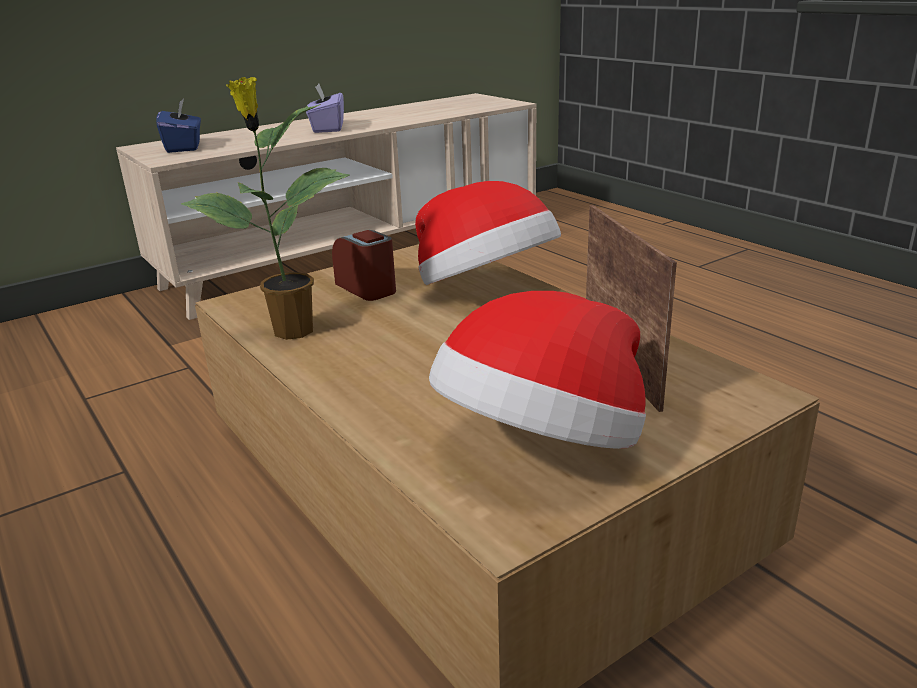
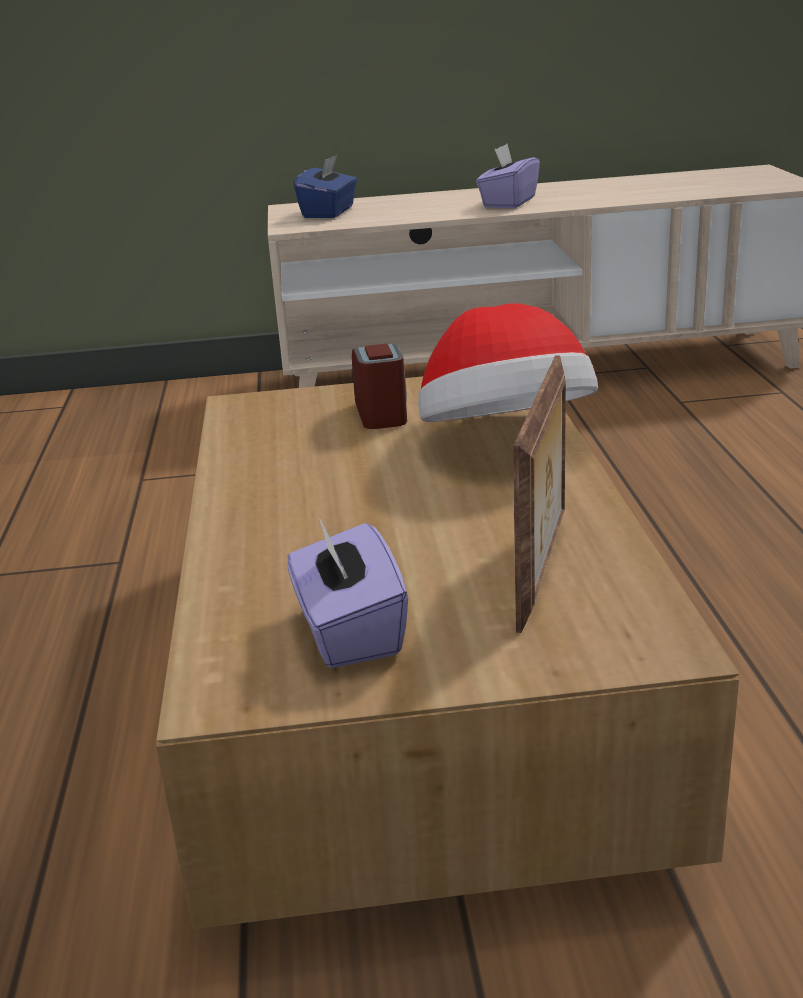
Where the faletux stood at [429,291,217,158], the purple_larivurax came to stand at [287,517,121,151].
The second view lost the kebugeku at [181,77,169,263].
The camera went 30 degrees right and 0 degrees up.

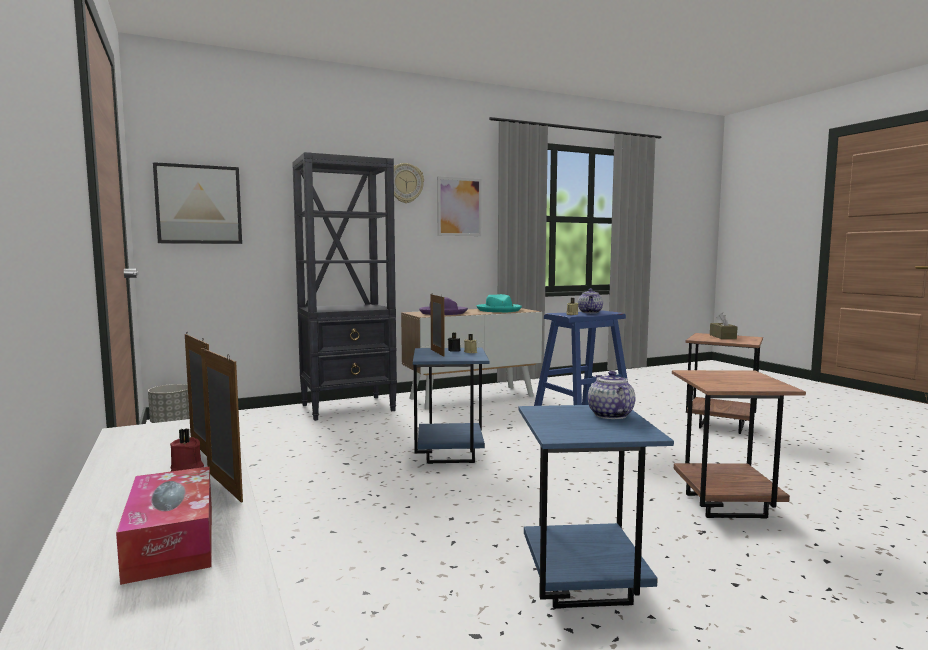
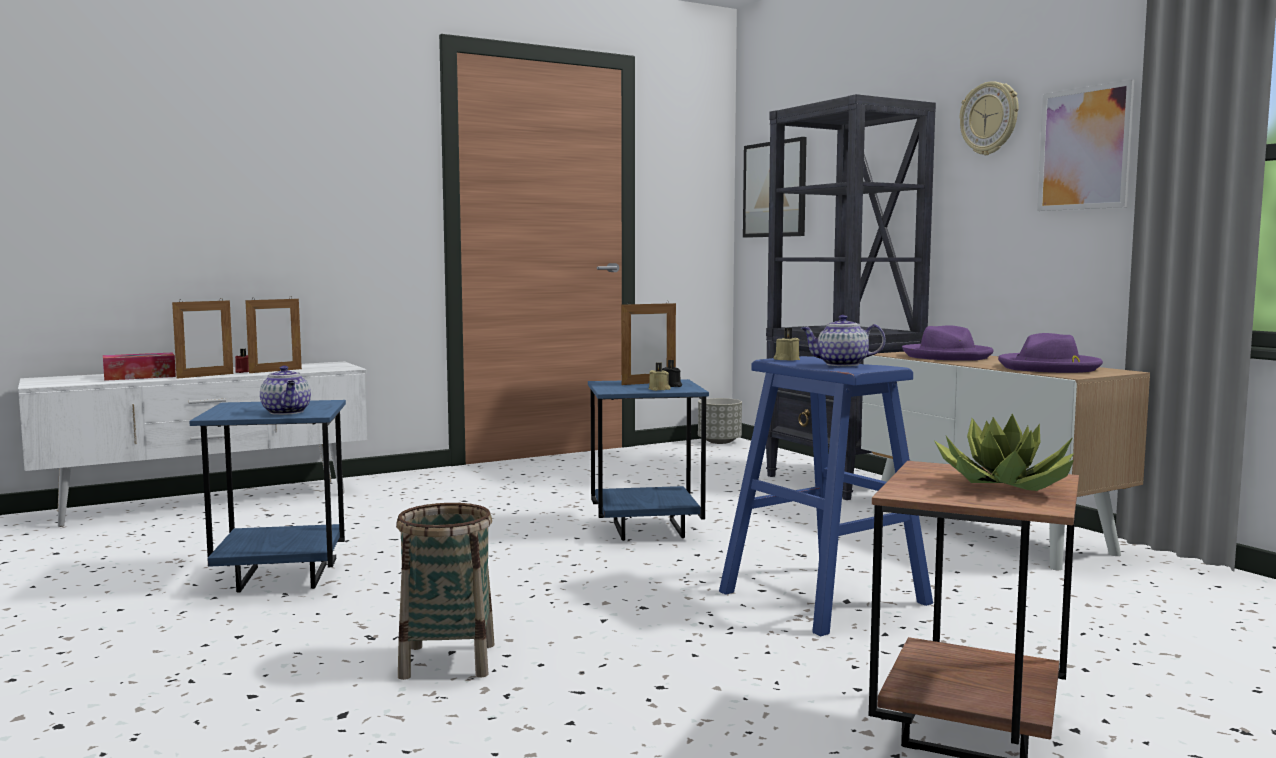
The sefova at [588,371,48,48] ended up facing another way, 75 degrees clockwise from before.
Where the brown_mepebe stood at [672,370,134,148], the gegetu came to stand at [396,503,98,177].
Where the brown_larivurax stood at [710,313,27,26], the kebugeku came to stand at [935,414,139,77].
What was the turquoise_faletux at [476,294,46,18] turned into the purple_faletux at [998,333,105,40].
The camera went 85 degrees right and 0 degrees up.

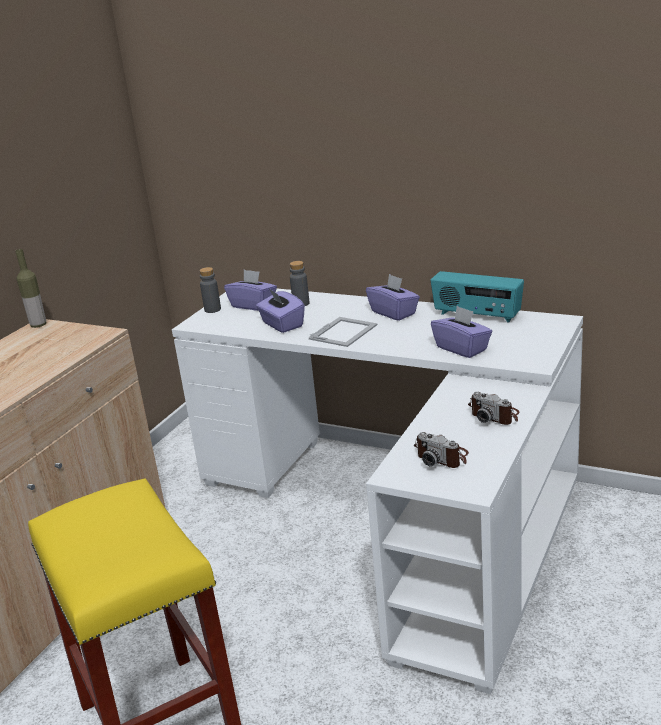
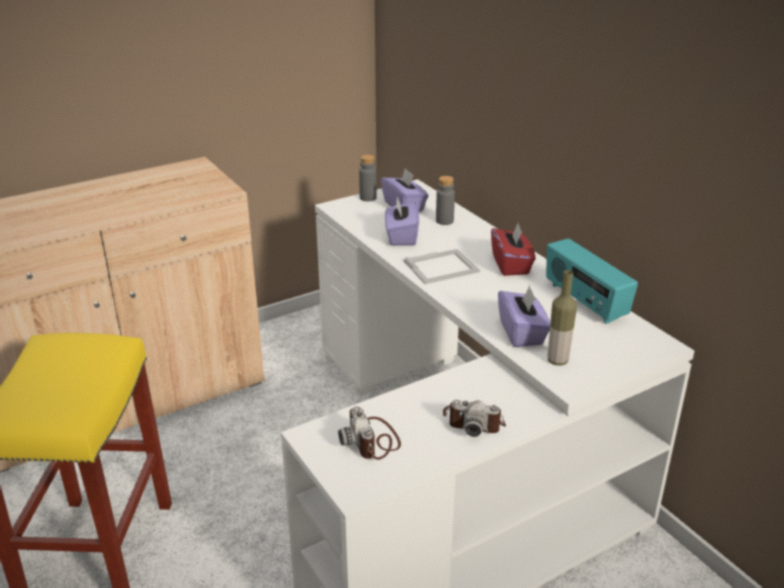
The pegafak at [468,392,52,33] ended up facing another way, 60 degrees counterclockwise from before.
What was the purple_larivurax at [366,274,54,47] turned into the red_larivurax at [491,224,45,52].
The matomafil ended up elsewhere, having gone from [16,249,30,79] to [548,270,29,96].
The camera went 30 degrees right and 5 degrees up.

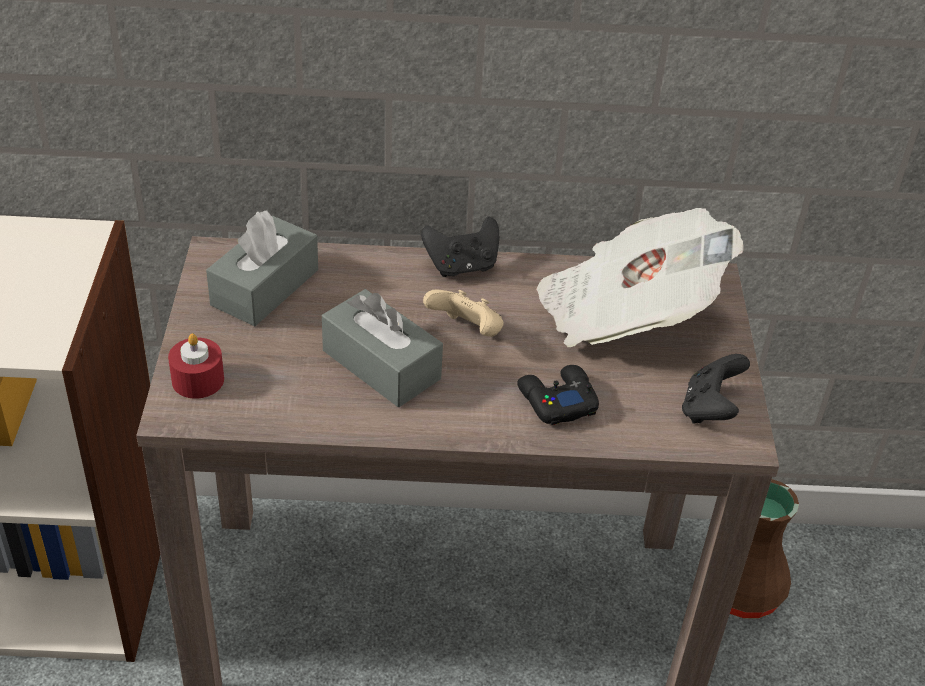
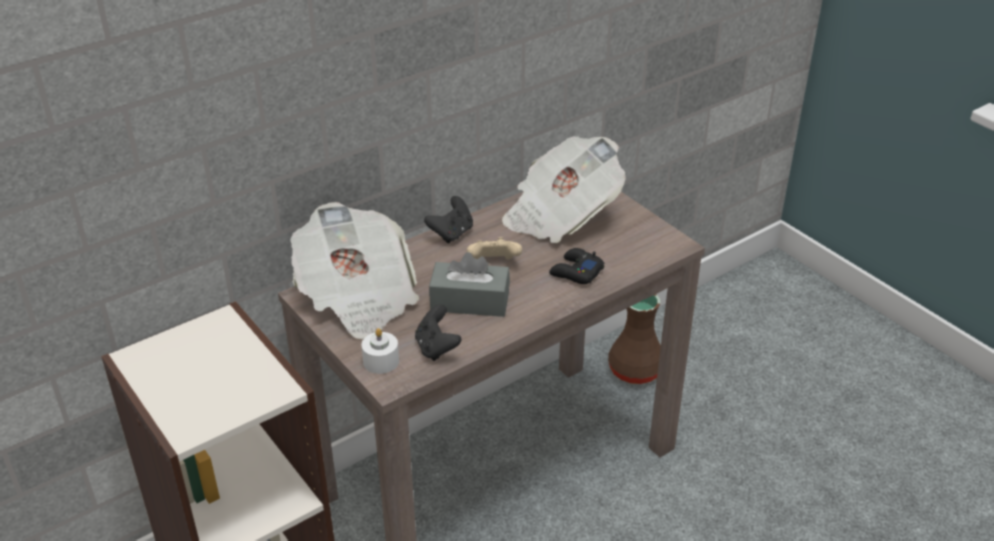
Where the grey_larivurax stood at [206,210,112,116], the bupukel came to stand at [290,202,129,137].
What was the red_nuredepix at [168,333,56,66] turned into the white_nuredepix at [362,328,37,46].
The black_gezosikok ended up elsewhere, having gone from [682,354,68,70] to [415,305,46,56].
The camera went 35 degrees left and 5 degrees down.

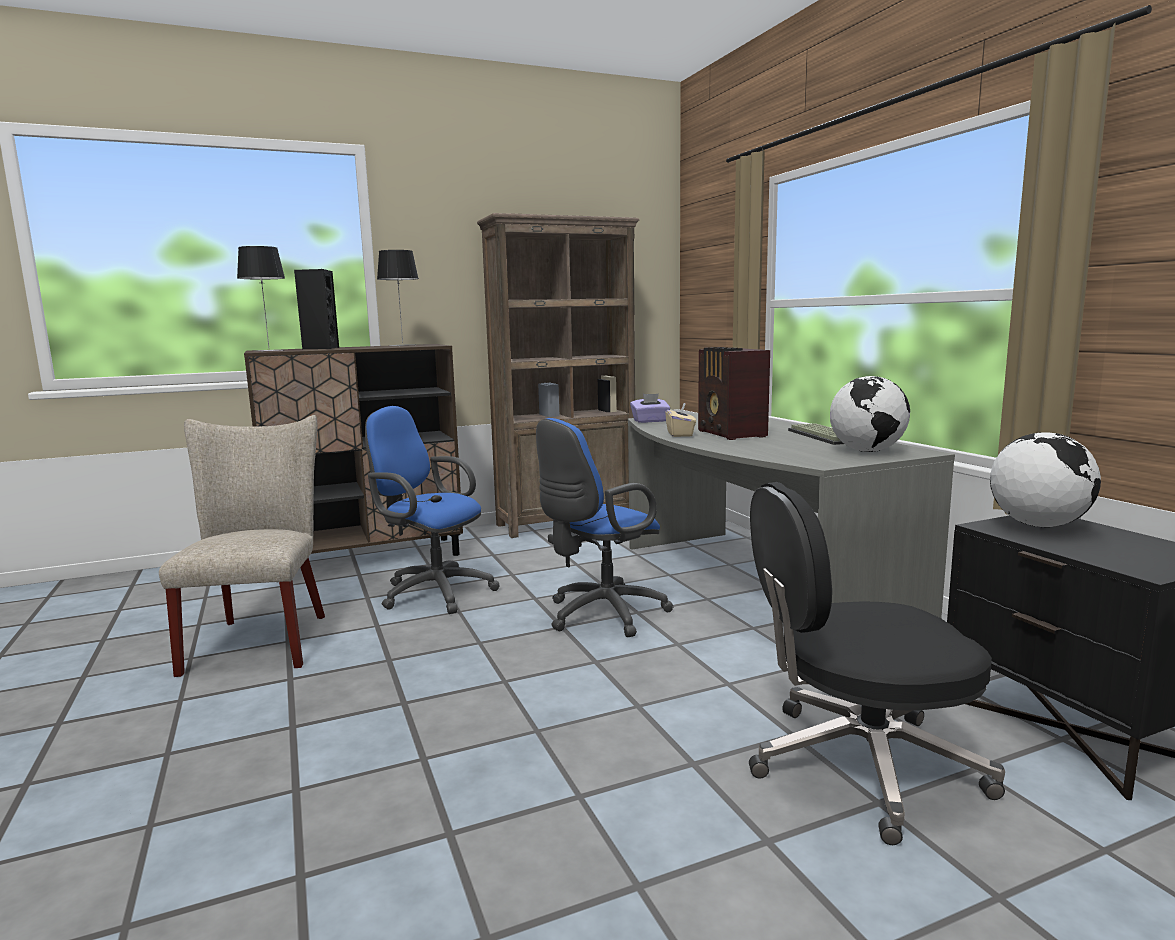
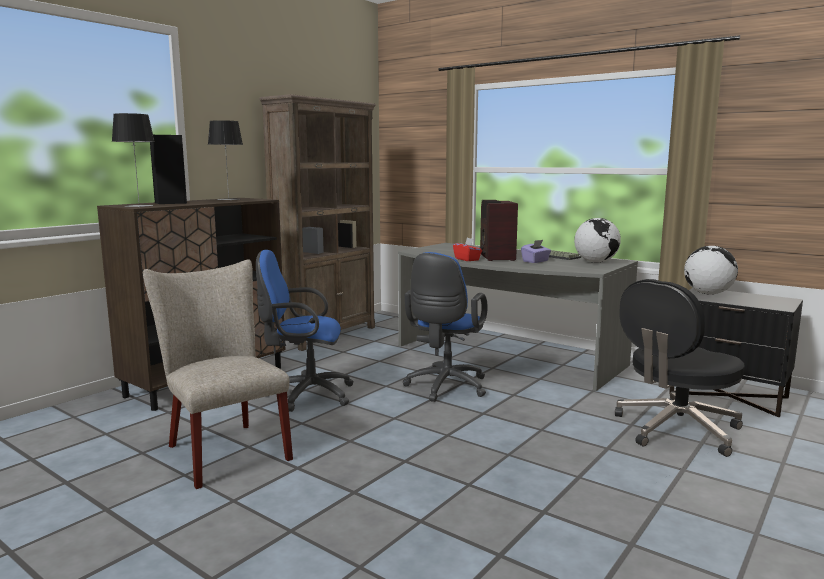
What was the beige_larivurax at [665,403,31,34] turned into the red_larivurax at [453,238,29,23].
The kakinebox at [698,347,72,93] ended up facing another way, 45 degrees clockwise from before.
The purple_larivurax ended up elsewhere, having gone from [630,393,40,30] to [521,240,30,23].
The camera went 30 degrees left and 0 degrees up.

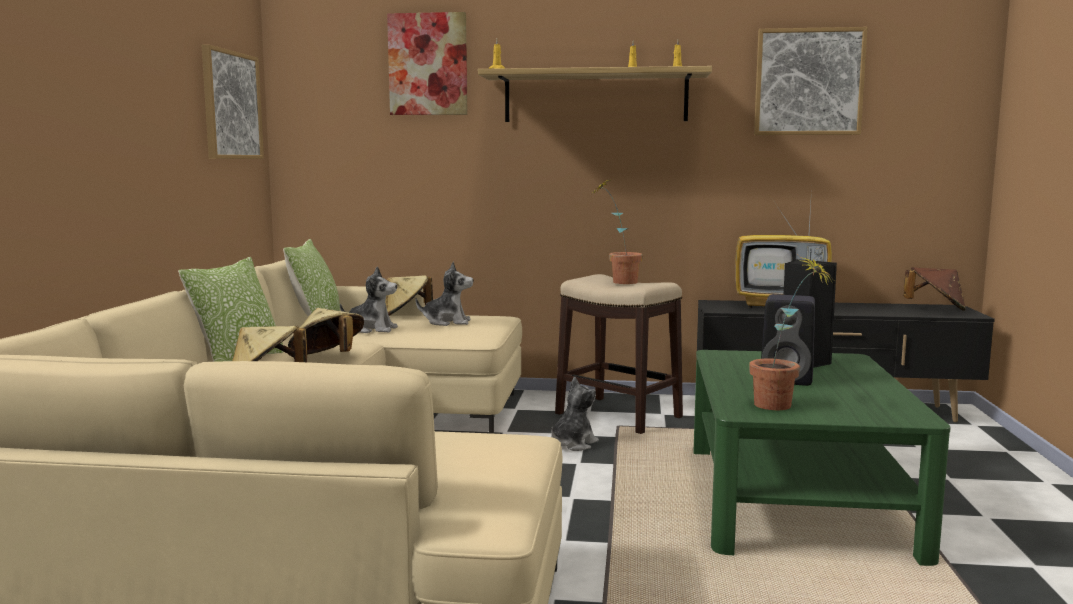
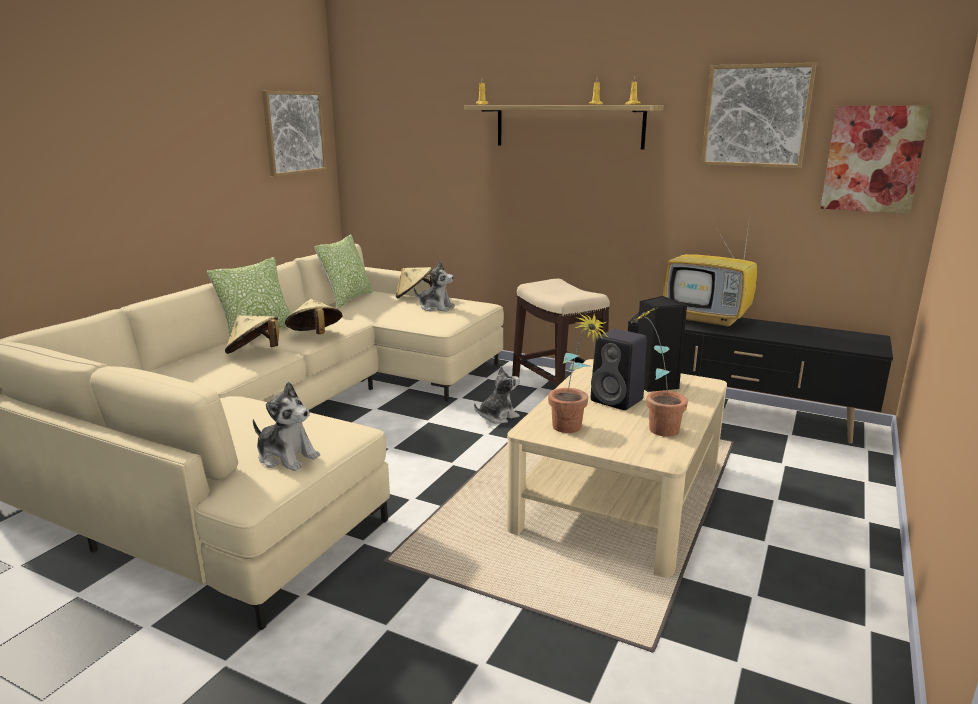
The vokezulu ended up elsewhere, having gone from [340,266,58,67] to [253,382,67,89].
What was the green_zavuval at [693,350,258,216] turned into the beige_zavuval at [507,359,220,218].
The kebugeku ended up elsewhere, having gone from [593,180,50,104] to [632,308,56,129].
The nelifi ended up elsewhere, having gone from [387,12,80,103] to [821,106,110,108].
The second view lost the brown_faletux at [903,267,63,44].
The camera went 20 degrees right and 10 degrees up.

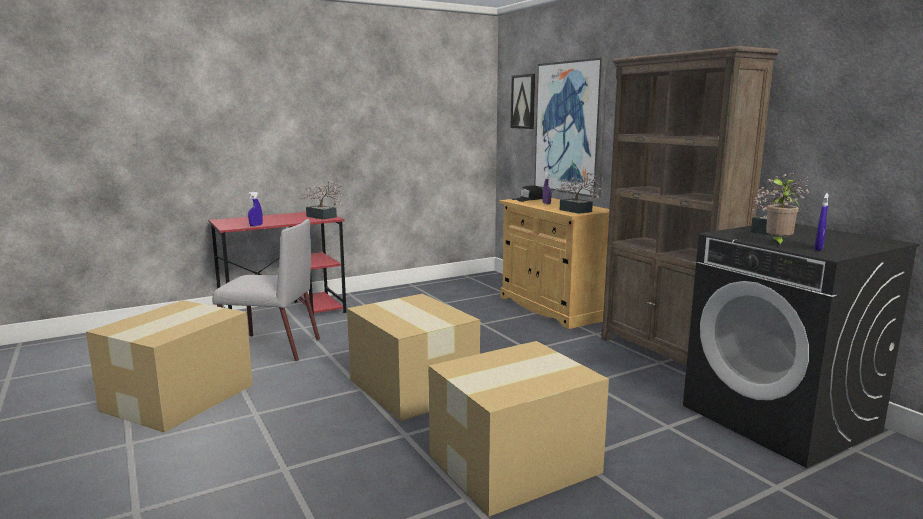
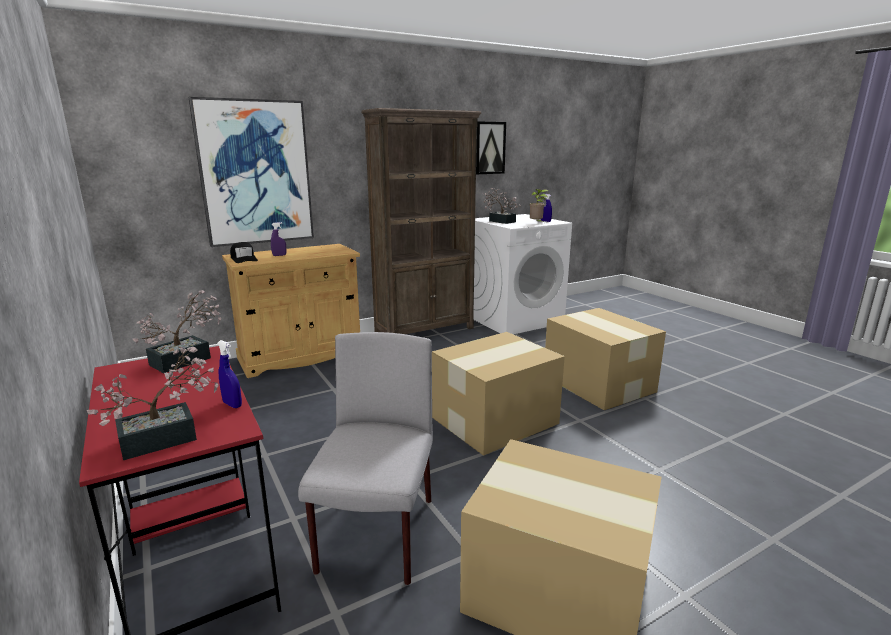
The kebugeku ended up elsewhere, having gone from [555,173,48,41] to [87,347,132,113].
What was the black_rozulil at [683,224,237,244] turned into the white_rozulil at [473,214,99,120].
The nelifi ended up elsewhere, having gone from [511,74,24,55] to [476,121,30,53].
The camera went 90 degrees left and 5 degrees up.

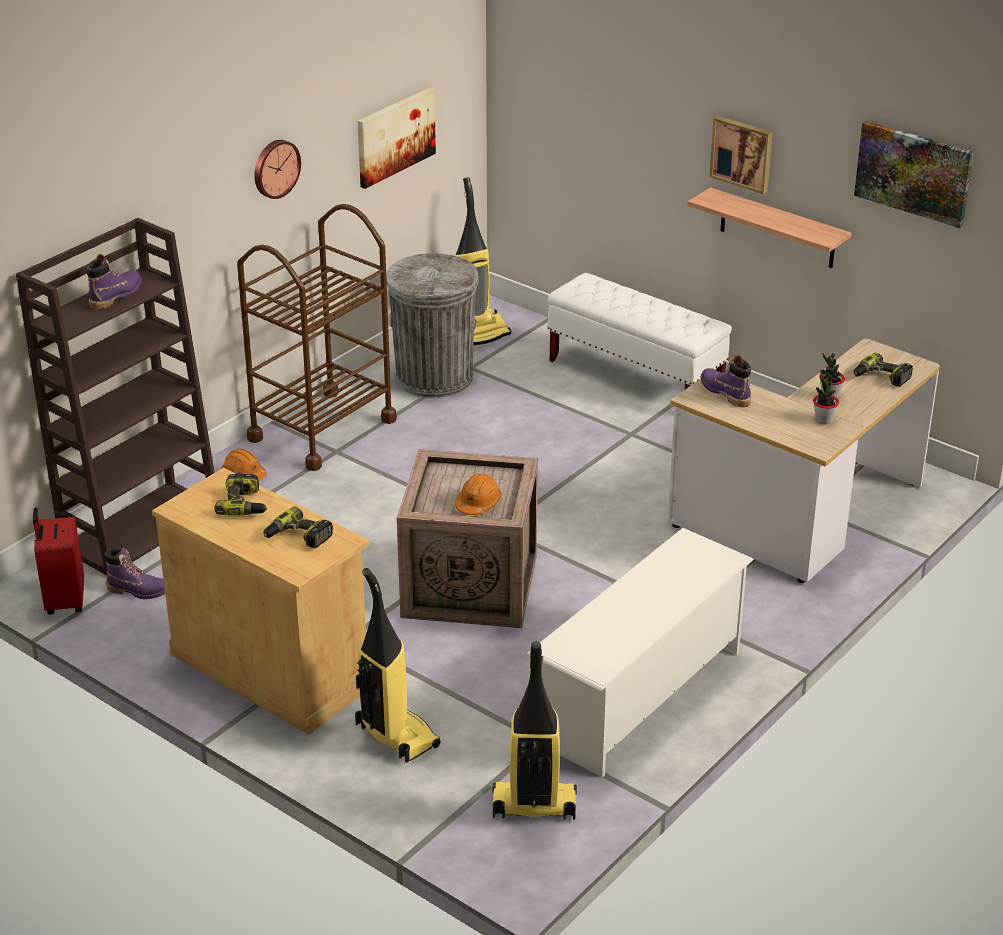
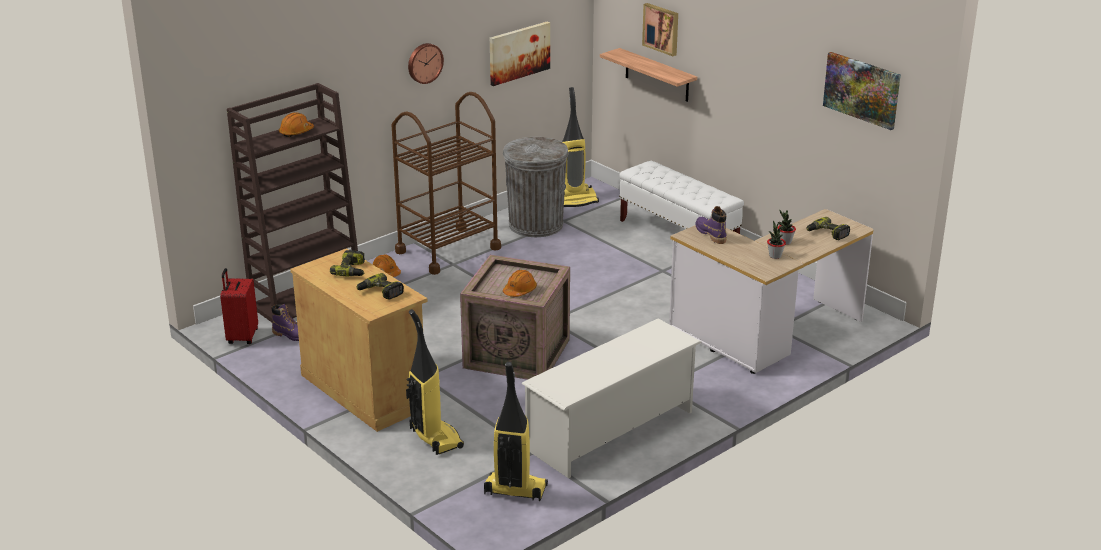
Where the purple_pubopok stood at [86,254,56,56], the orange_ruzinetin came to stand at [279,112,35,25].
The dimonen ended up elsewhere, having gone from [687,187,164,81] to [600,48,97,54].
The nelifi ended up elsewhere, having gone from [709,116,64,78] to [642,3,36,53].
The camera went 10 degrees right and 5 degrees down.

